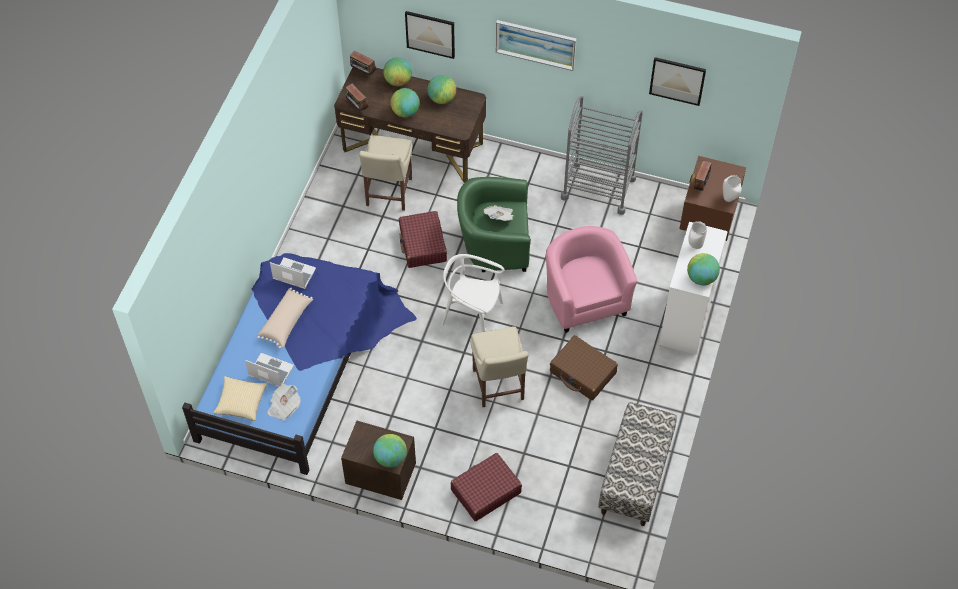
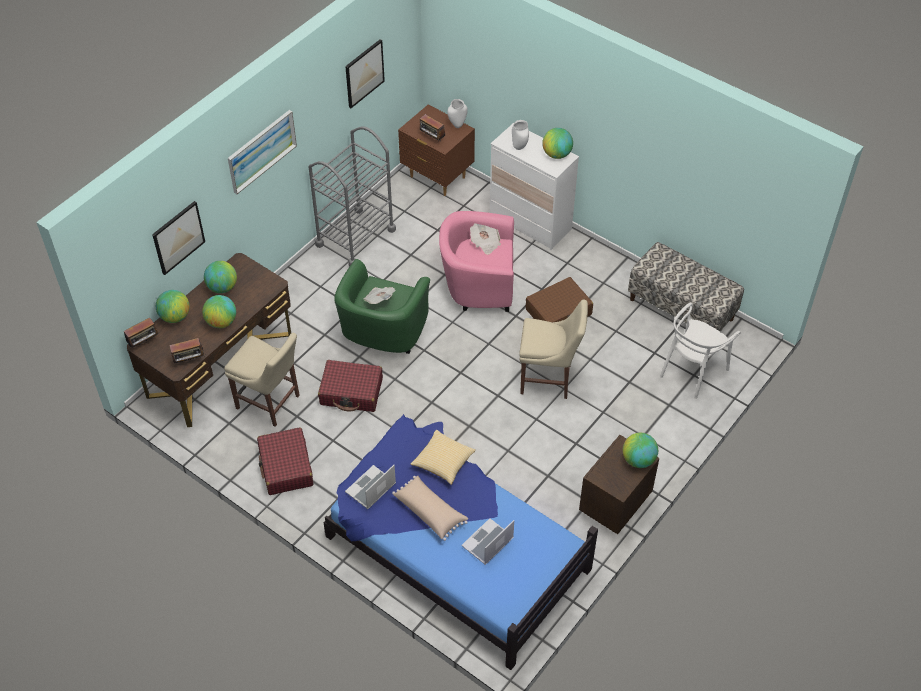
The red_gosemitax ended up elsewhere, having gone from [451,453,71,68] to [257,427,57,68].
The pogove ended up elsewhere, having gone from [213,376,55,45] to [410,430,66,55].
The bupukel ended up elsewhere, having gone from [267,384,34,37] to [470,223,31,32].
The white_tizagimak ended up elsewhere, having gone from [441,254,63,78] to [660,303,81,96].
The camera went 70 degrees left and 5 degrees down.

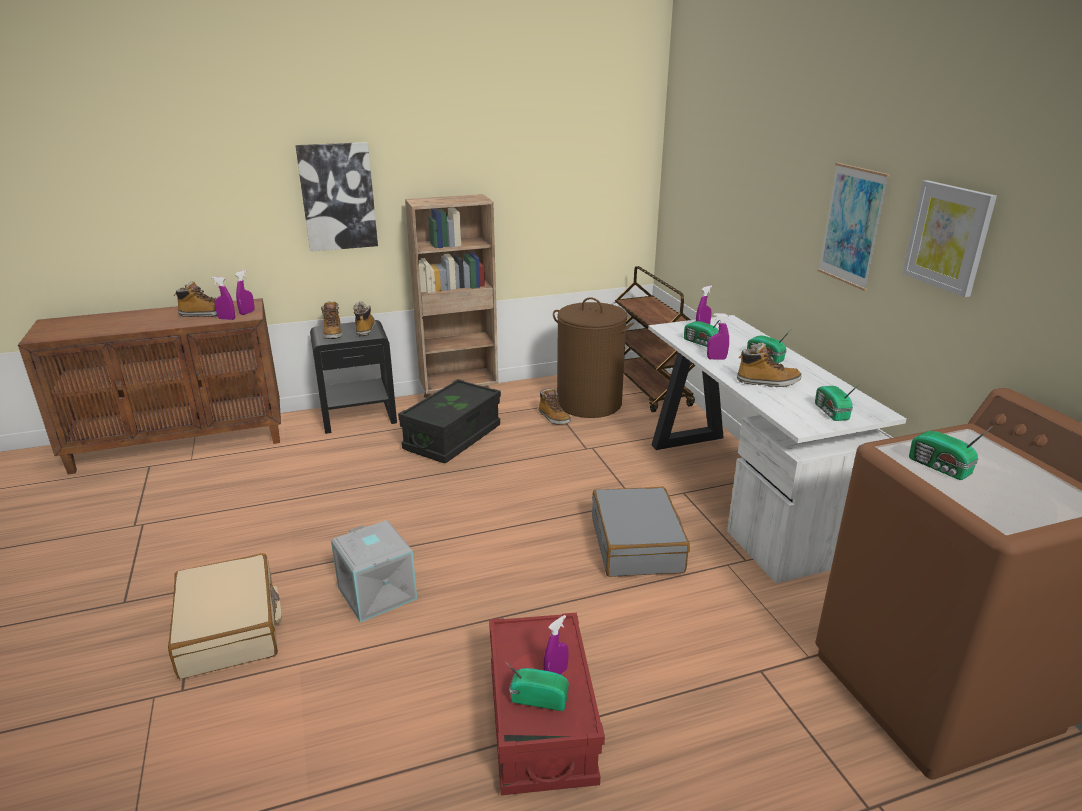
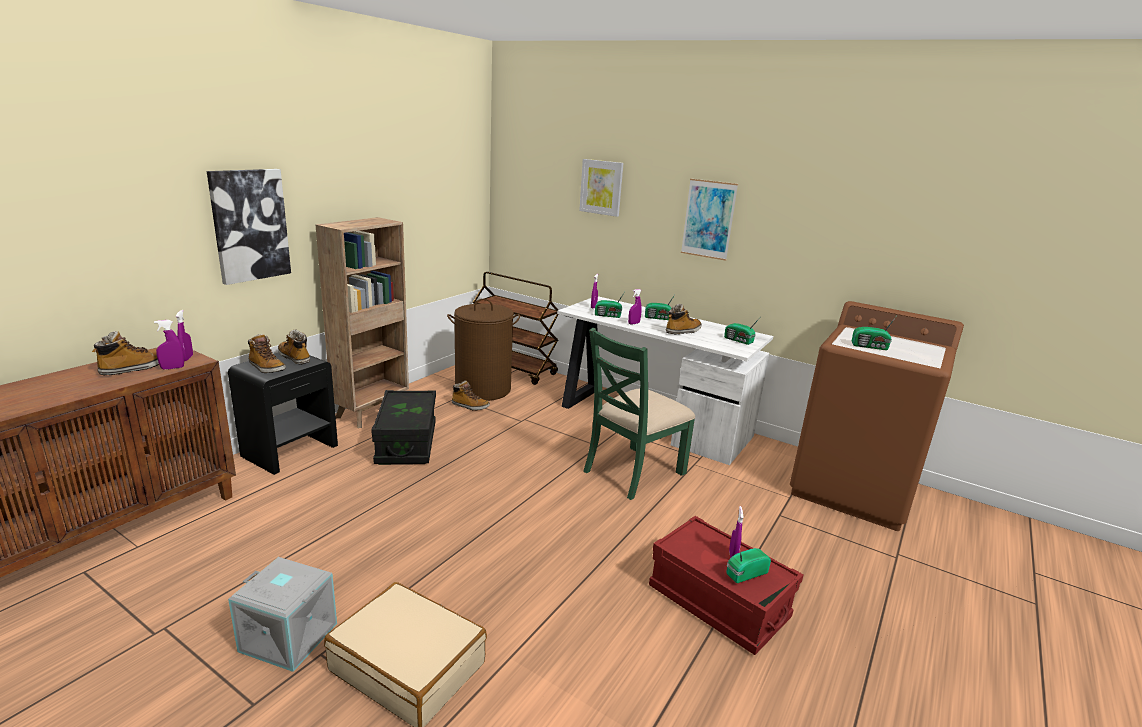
The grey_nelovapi ended up elsewhere, having gone from [331,520,86,102] to [228,557,109,115].
The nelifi ended up elsewhere, having gone from [902,180,95,117] to [579,159,44,58].
Where the grey_gosemitax stood at [592,487,98,90], the green_tizagimak came to stand at [583,328,112,172].
The camera went 40 degrees left and 5 degrees down.

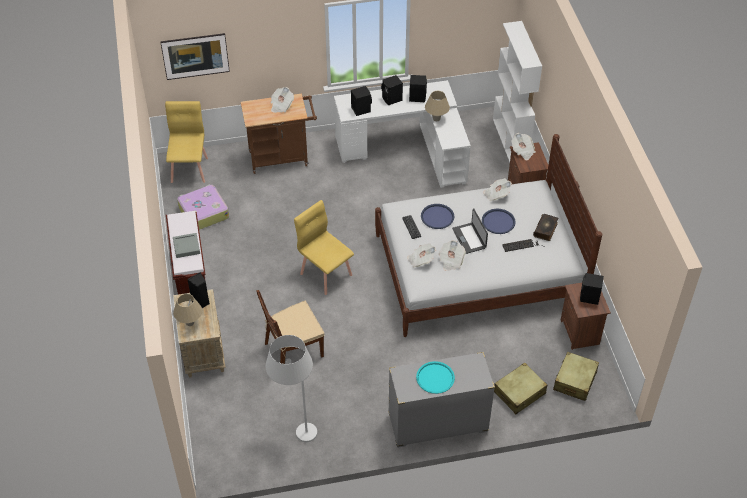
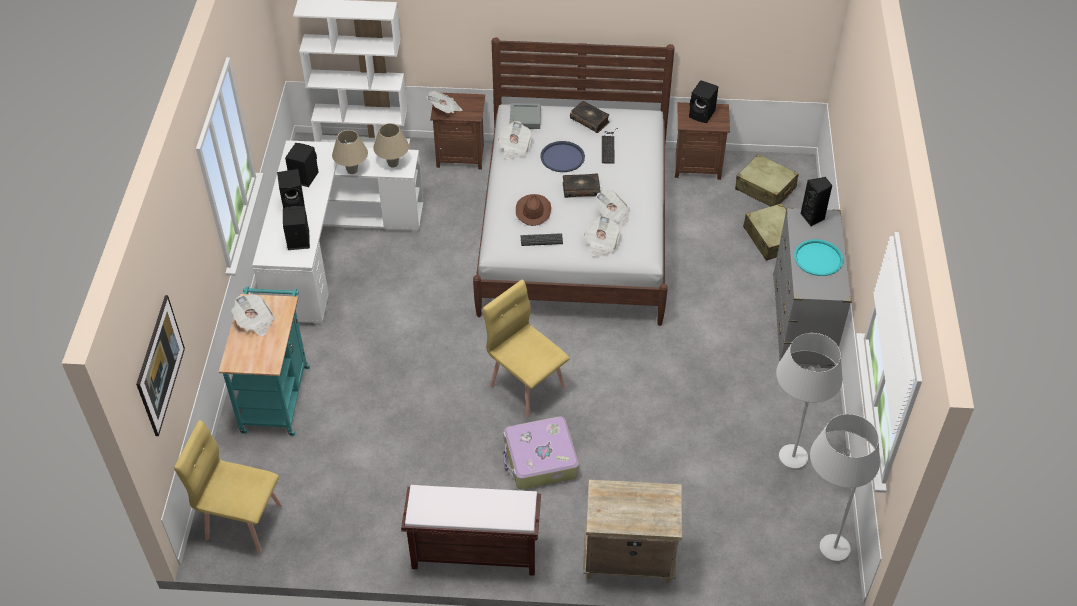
What was the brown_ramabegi at [241,93,76,81] turned into the turquoise_ramabegi at [219,286,91,150].
The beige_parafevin ended up elsewhere, having gone from [173,294,29,32] to [373,123,36,45].
The yellow_tizagimak at [294,200,60,95] ended up facing another way, 75 degrees clockwise from before.
The gosemitax ended up elsewhere, having gone from [177,184,52,46] to [503,416,76,74].
The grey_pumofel ended up elsewhere, having gone from [173,233,27,25] to [510,103,31,26].
Where the blue_pumofel stood at [421,204,33,25], the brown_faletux came to stand at [516,194,35,32].
Where the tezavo stood at [452,208,36,46], the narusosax came to stand at [563,174,38,24].
The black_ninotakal ended up elsewhere, having gone from [187,272,22,36] to [801,177,31,50].
The second view gained the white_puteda at [810,414,70,149].
The second view lost the brown_tizagimak at [257,290,68,74].
The camera went 75 degrees left and 0 degrees up.

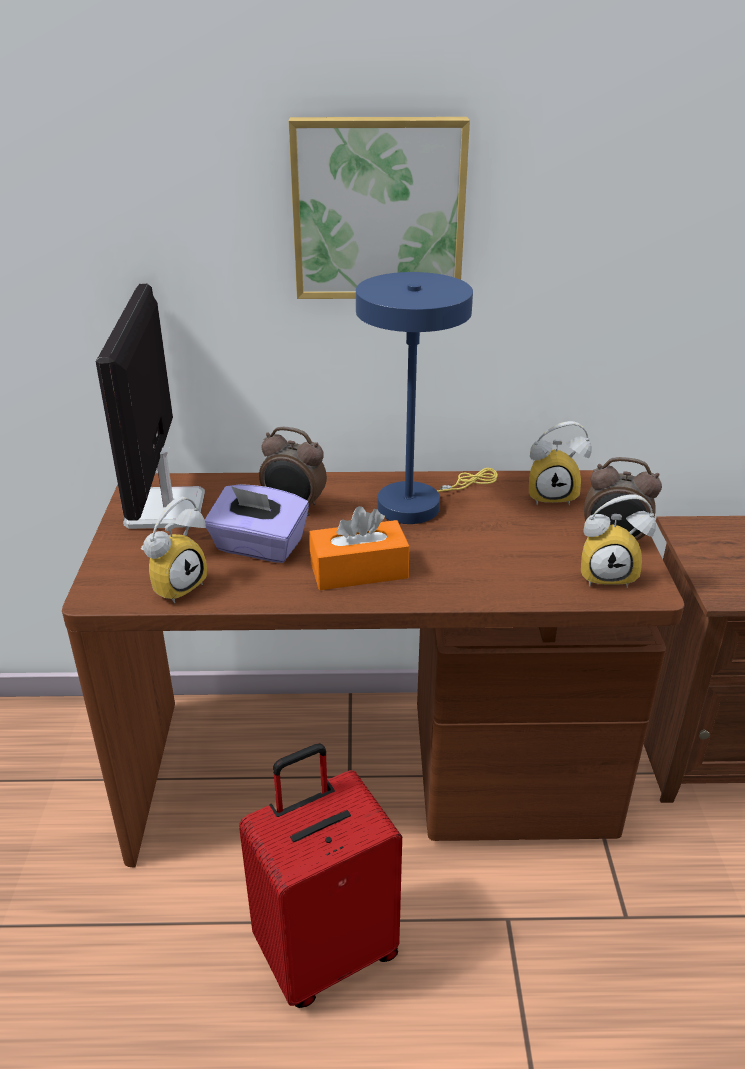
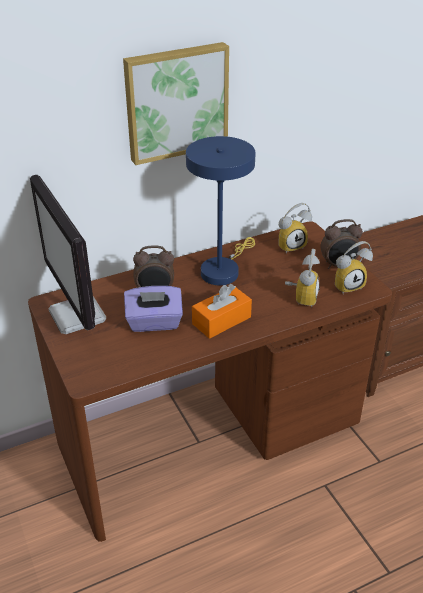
The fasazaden ended up elsewhere, having gone from [141,497,66,106] to [285,249,35,58].
The second view lost the red_gosemitax at [239,743,163,265].
The camera went 25 degrees left and 5 degrees up.

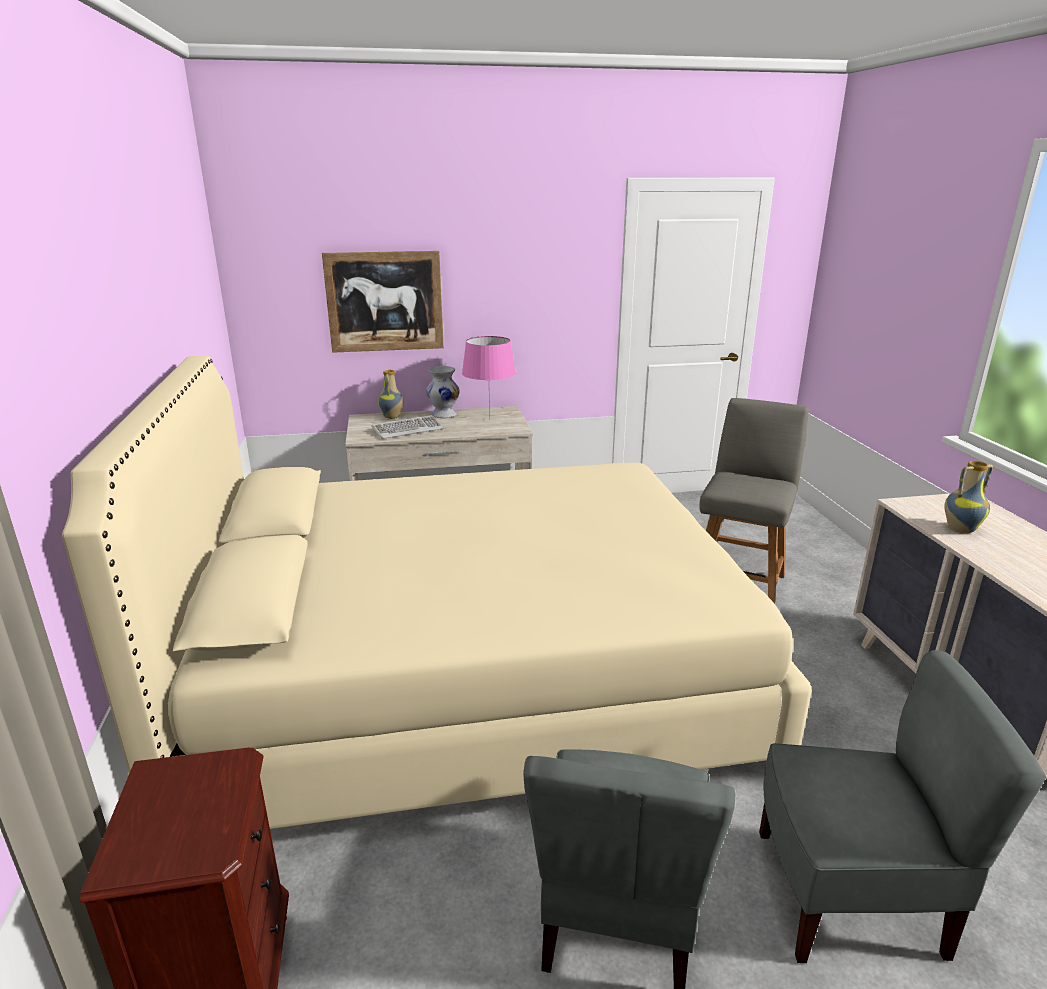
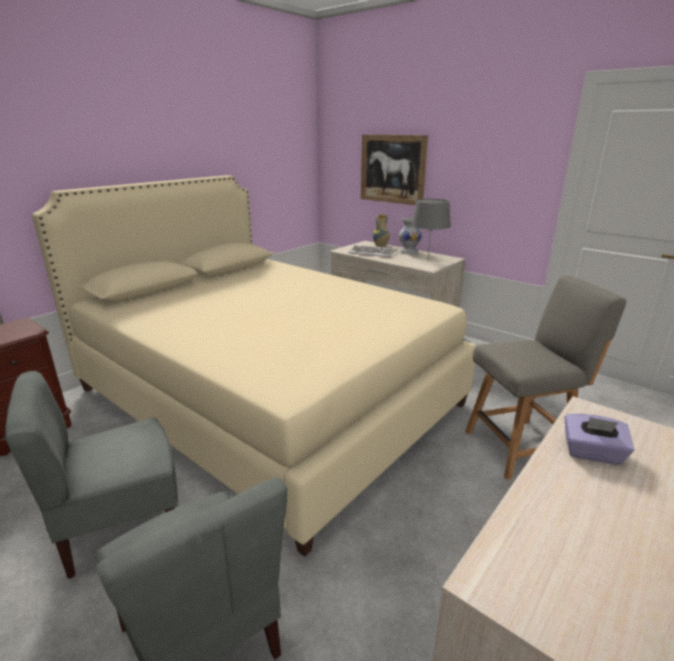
What was the pink_parafevin at [462,336,54,84] turned into the grey_parafevin at [411,199,40,58].
Where the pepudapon stood at [945,461,48,72], the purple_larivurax came to stand at [565,414,69,51].
The camera went 50 degrees right and 0 degrees up.

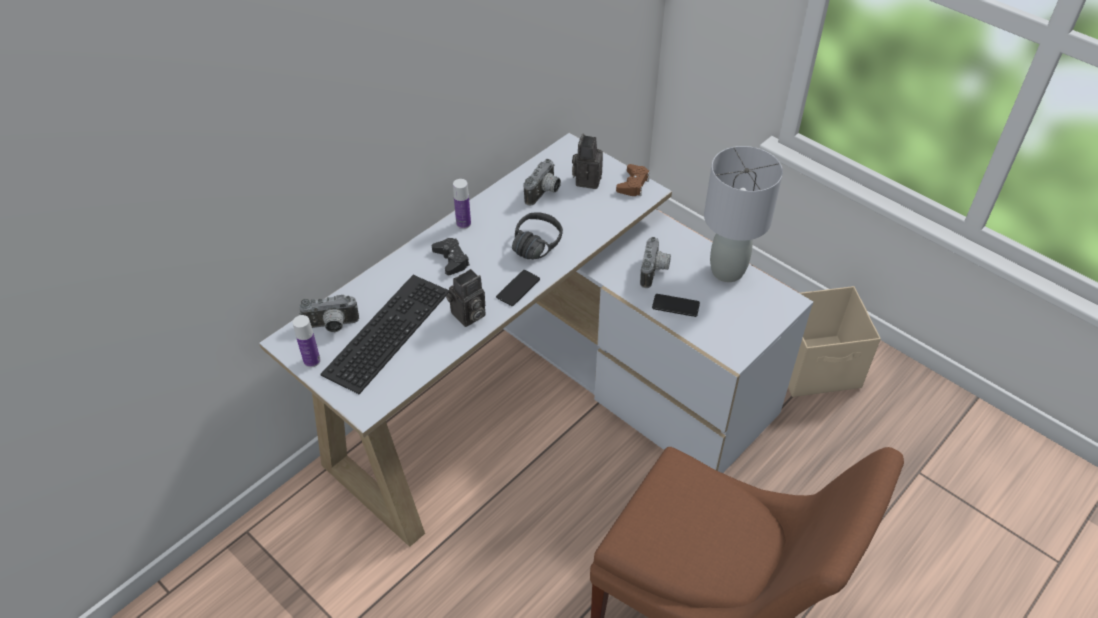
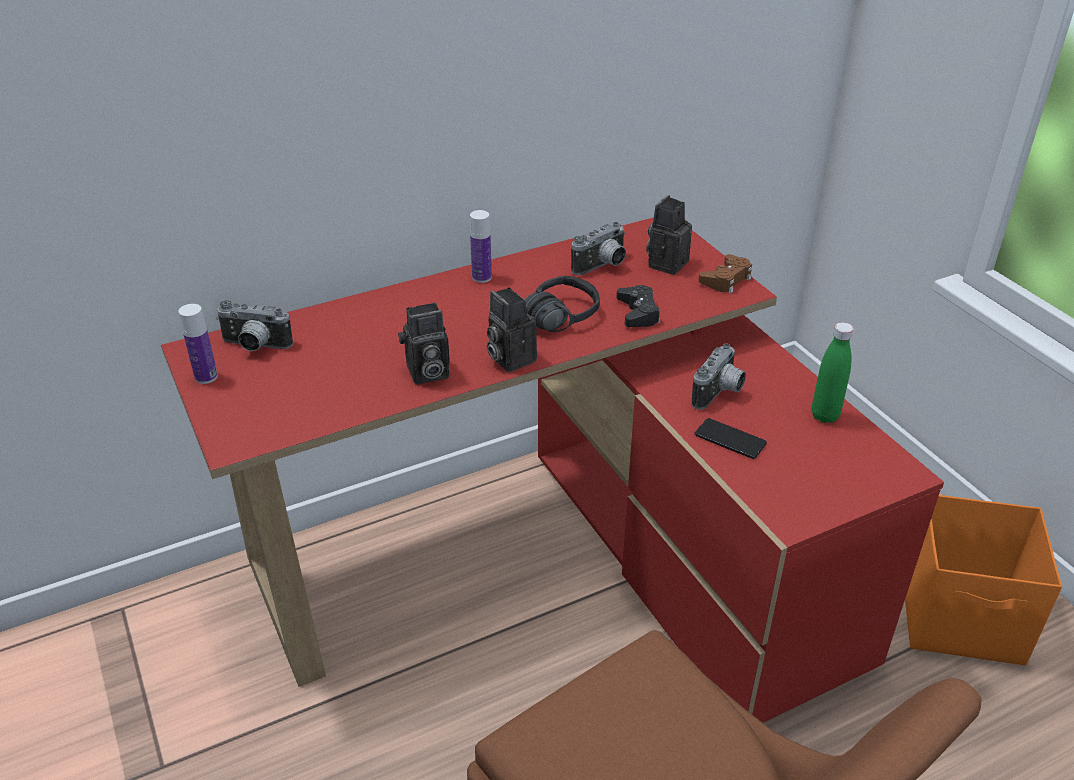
What was the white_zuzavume at [259,133,554,414] turned into the red_zuzavume at [161,217,783,506].
Where the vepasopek stood at [496,270,44,36], the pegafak came to stand at [487,287,50,85].
The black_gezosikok ended up elsewhere, having gone from [432,238,38,37] to [617,285,43,42].
Where the grey_parafevin stood at [704,146,79,136], the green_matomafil came to stand at [812,322,42,101].
What was the beige_nelovapi at [788,286,93,111] turned into the orange_nelovapi at [905,495,157,170].
The second view lost the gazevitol at [321,275,128,119].
The camera went 20 degrees right and 10 degrees down.

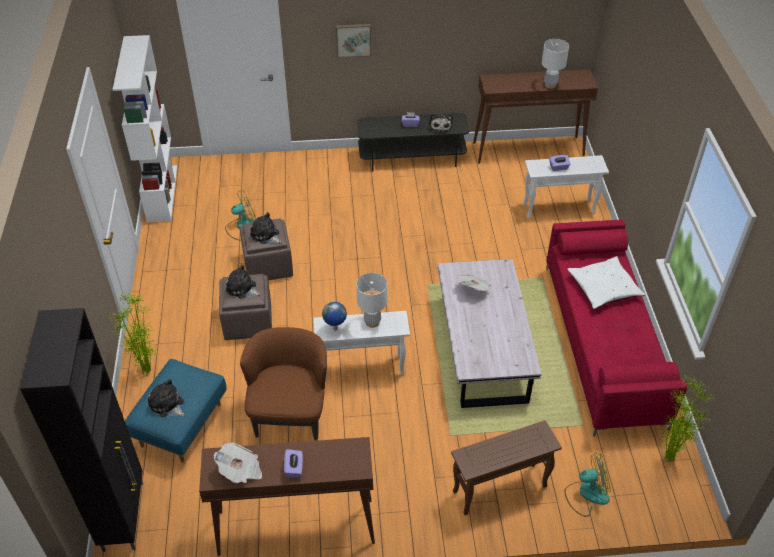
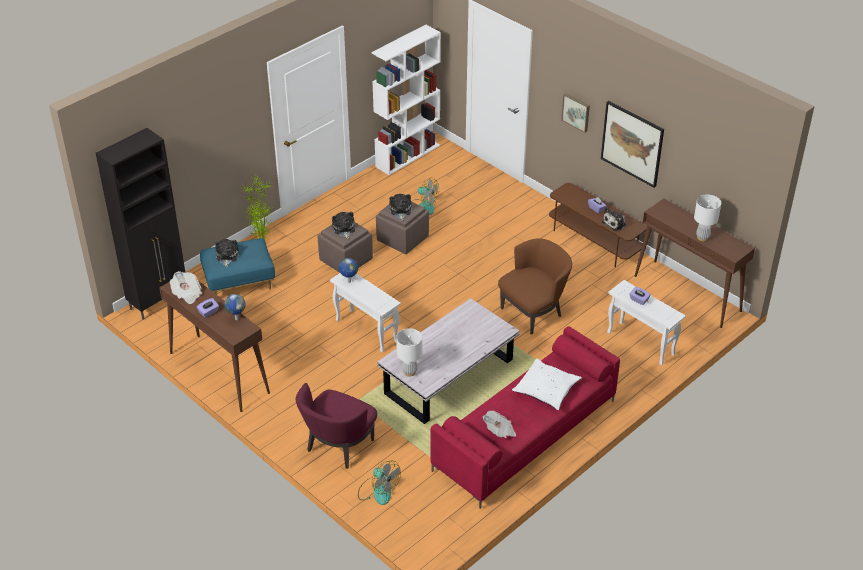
The second view gained the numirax at [224,294,22,26].
Where the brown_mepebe stood at [451,420,111,95], the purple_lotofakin came to stand at [296,383,81,86].
The white_parafevin ended up elsewhere, having gone from [356,273,31,55] to [396,328,26,49].
The bupukel ended up elsewhere, having gone from [457,274,34,17] to [483,411,33,27].
The brown_lotofakin ended up elsewhere, having gone from [240,327,87,113] to [498,238,74,96].
What was the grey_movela at [357,112,113,59] turned into the brown_movela at [549,183,98,84].
The second view gained the nelifi at [601,101,63,87].
The second view lost the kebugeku at [661,375,52,87].
The camera went 50 degrees right and 5 degrees down.

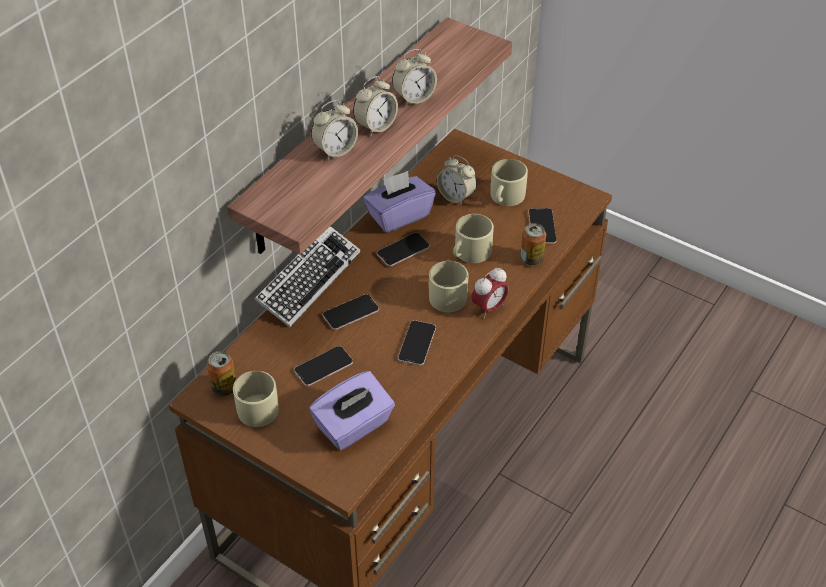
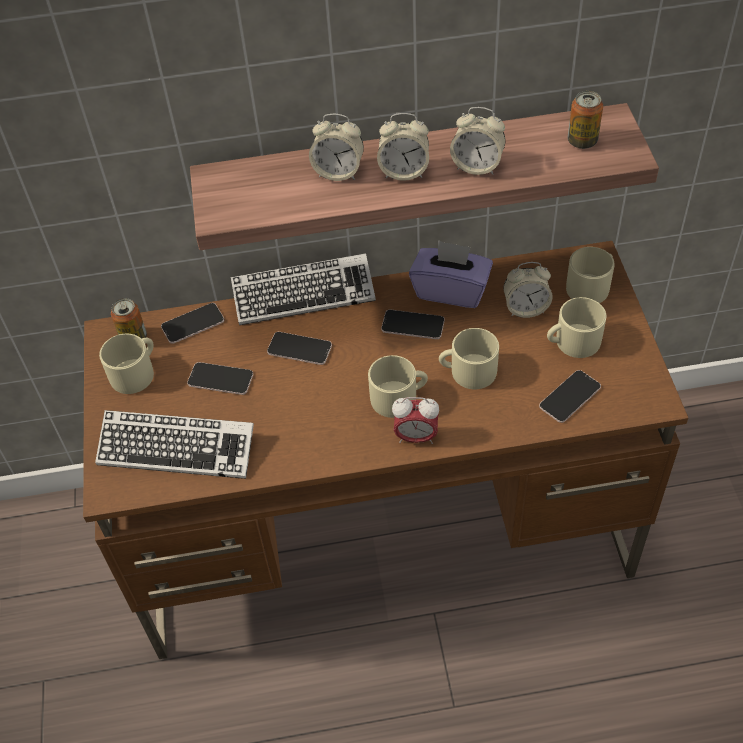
Where the purple_larivurax stood at [309,371,86,79], the gazevitol came to stand at [95,410,159,69].
The vepasopek ended up elsewhere, having gone from [398,320,38,46] to [161,303,63,41].
The fasazaden at [437,155,40,51] ended up facing another way, 90 degrees counterclockwise from before.
The second view gained the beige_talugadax at [566,247,49,56].
The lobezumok ended up elsewhere, having gone from [520,223,26,42] to [568,91,35,58].
The camera went 50 degrees right and 5 degrees up.

